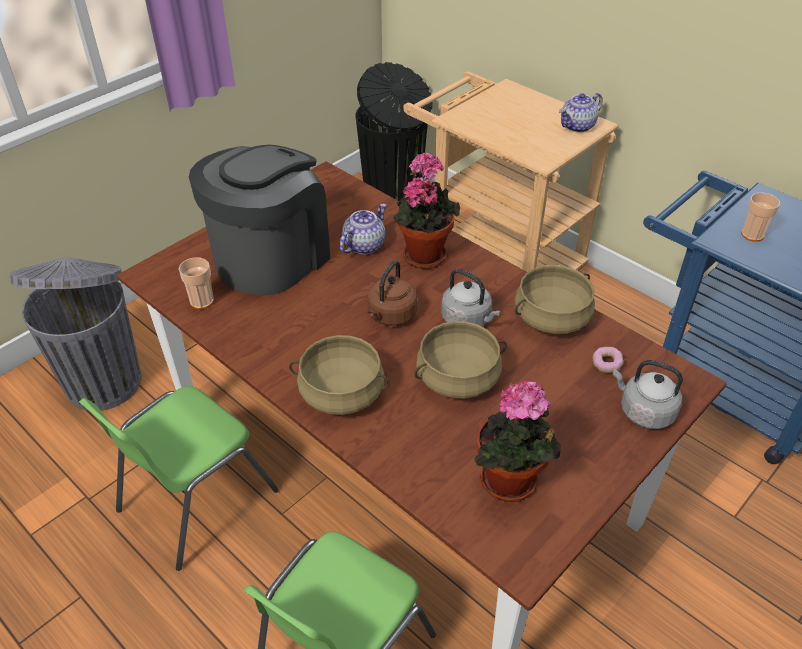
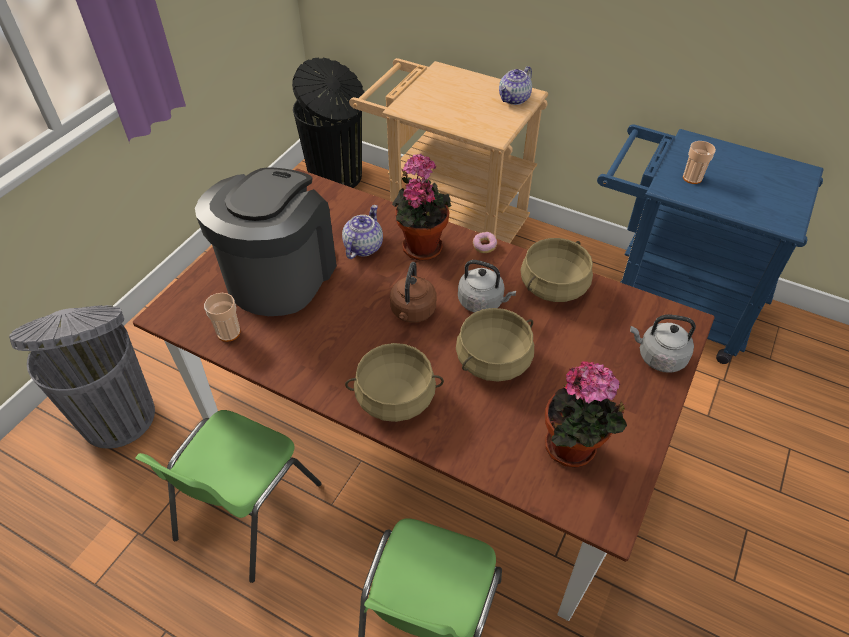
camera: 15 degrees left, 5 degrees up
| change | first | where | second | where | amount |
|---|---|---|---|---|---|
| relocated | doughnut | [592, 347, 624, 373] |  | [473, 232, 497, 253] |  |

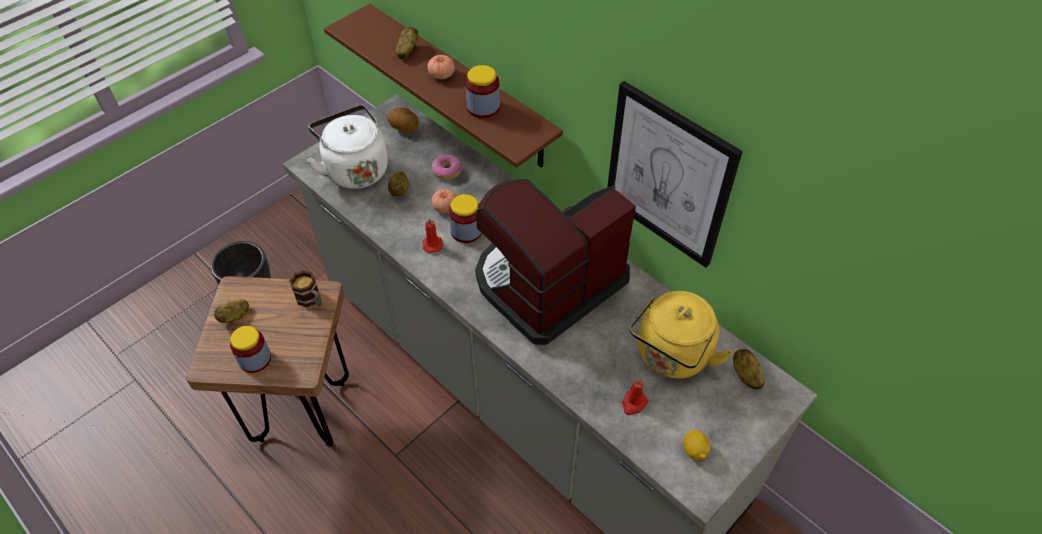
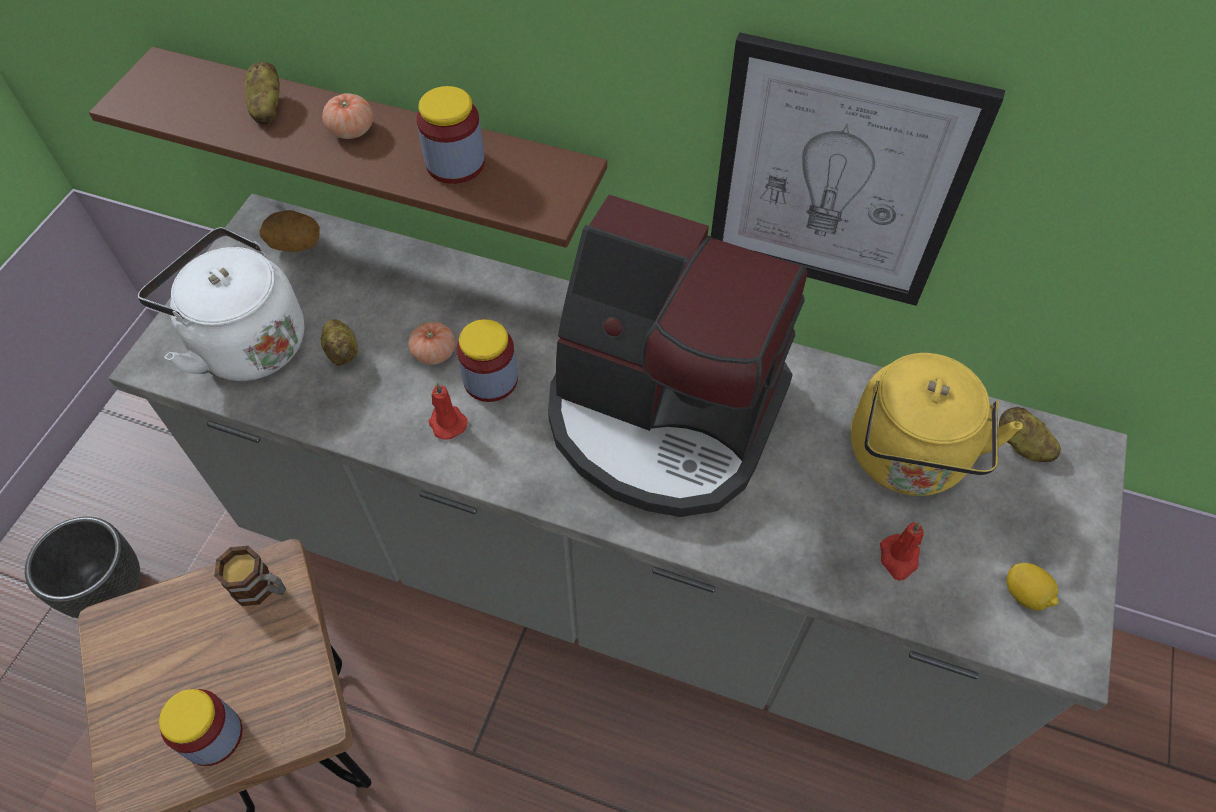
camera: 25 degrees left, 5 degrees up
| change | first | where | second | where | amount |
|---|---|---|---|---|---|
| missing | spud | [214, 299, 249, 323] |  |  |  |
| missing | doughnut | [431, 155, 462, 180] |  |  |  |
| spun | coffee_machine | [475, 179, 636, 345] |  | [548, 195, 807, 517] | 90 degrees counterclockwise |

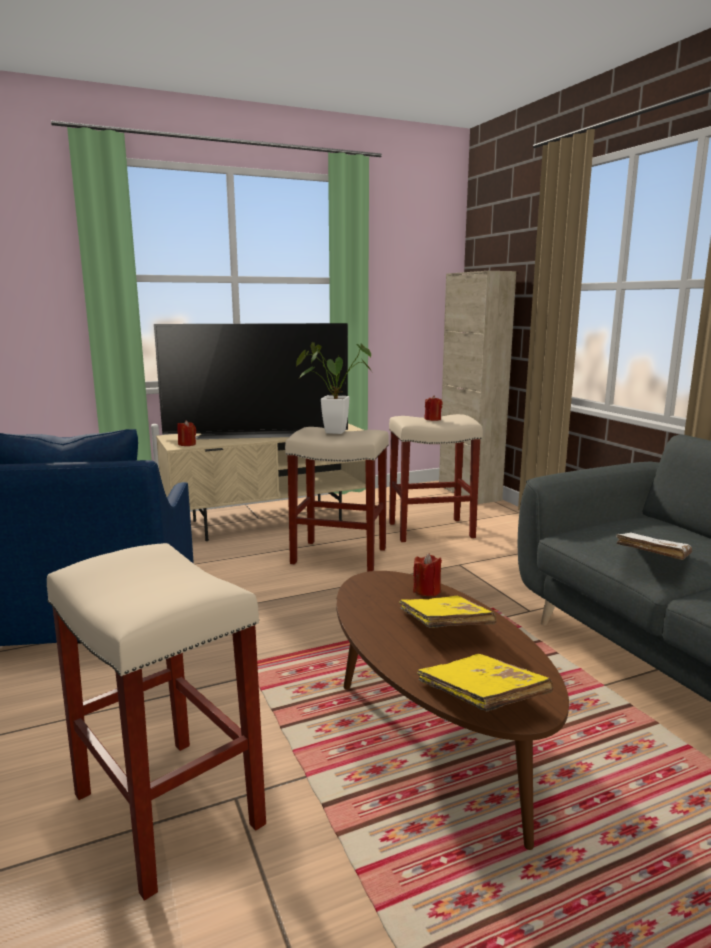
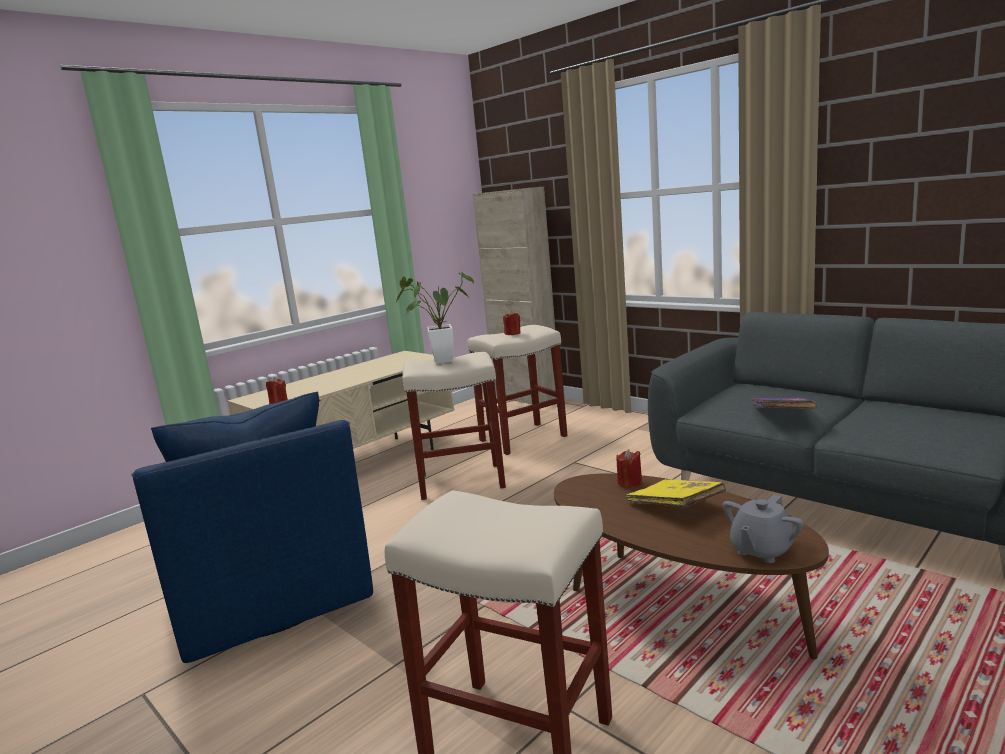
camera: 20 degrees left, 0 degrees up
| change | first | where | second | where | amount |
|---|---|---|---|---|---|
| missing | TV_set | [154, 323, 348, 439] |  |  |  |
| exchanged | yellow-coloured_bound_book | [417, 654, 553, 712] | grey_tea_pot | [722, 495, 804, 563] |  |
| colour | white_bound_book | [616, 533, 692, 560] | purple-coloured_bound_book | [751, 397, 817, 409] |  |

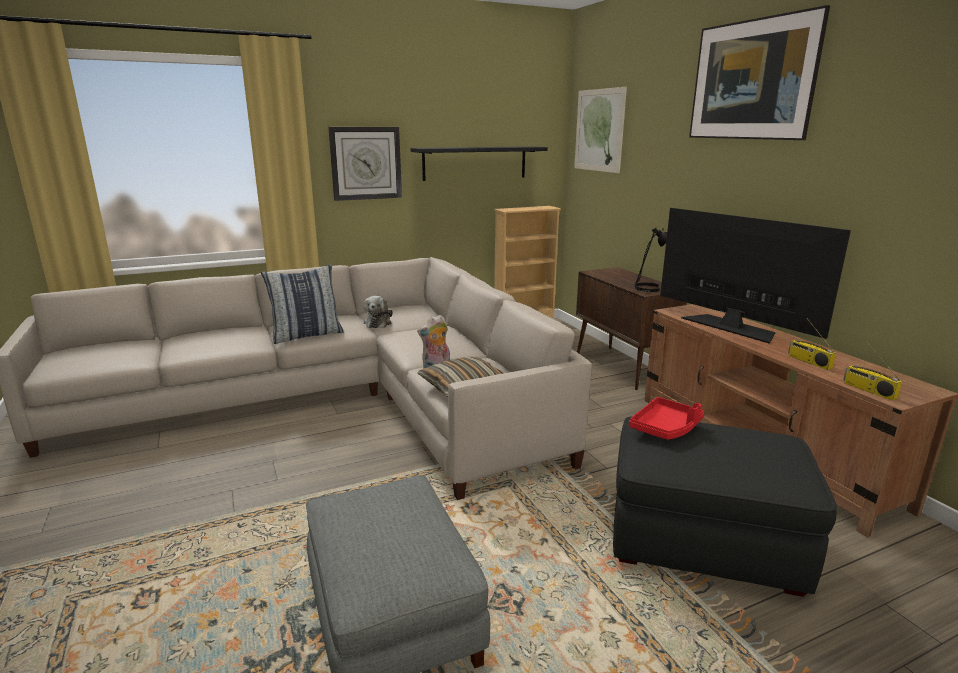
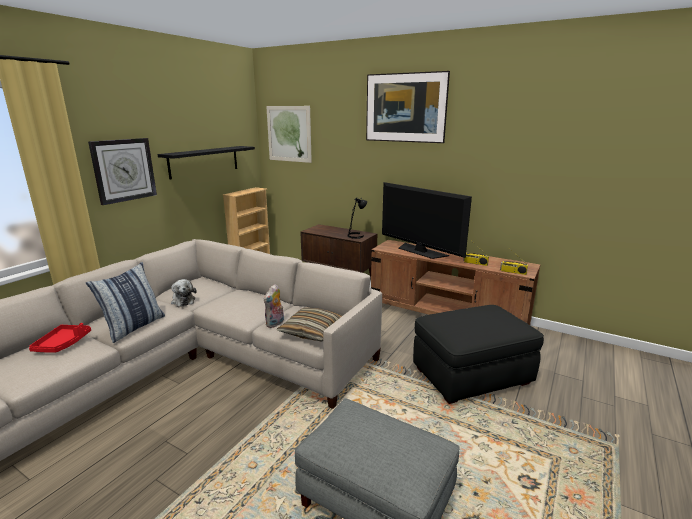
camera: 35 degrees left, 0 degrees up
| change | first | where | second | where | amount |
|---|---|---|---|---|---|
| relocated | red_serving_tray | [629, 397, 704, 440] |  | [29, 323, 91, 353] |  |
| spun | TV_set | [660, 208, 851, 344] |  | [382, 182, 472, 259] | 150 degrees counterclockwise |

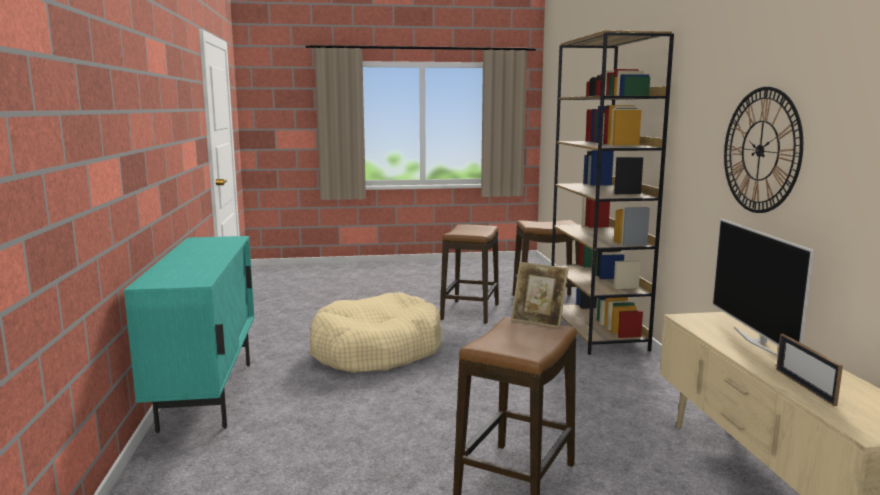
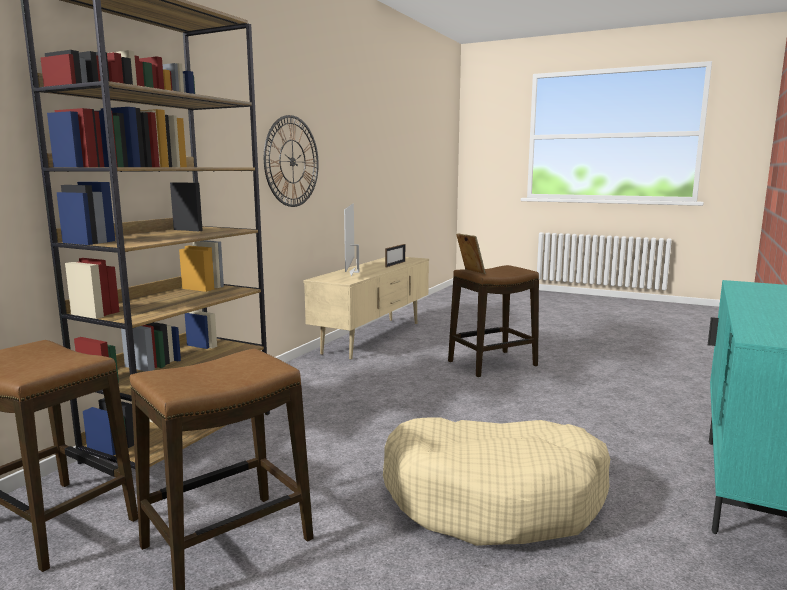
camera: 145 degrees left, 0 degrees up
| change | first | where | second | where | amount |
|---|---|---|---|---|---|
| spun | TV_set | [712, 219, 814, 357] |  | [344, 203, 359, 276] | 150 degrees clockwise |

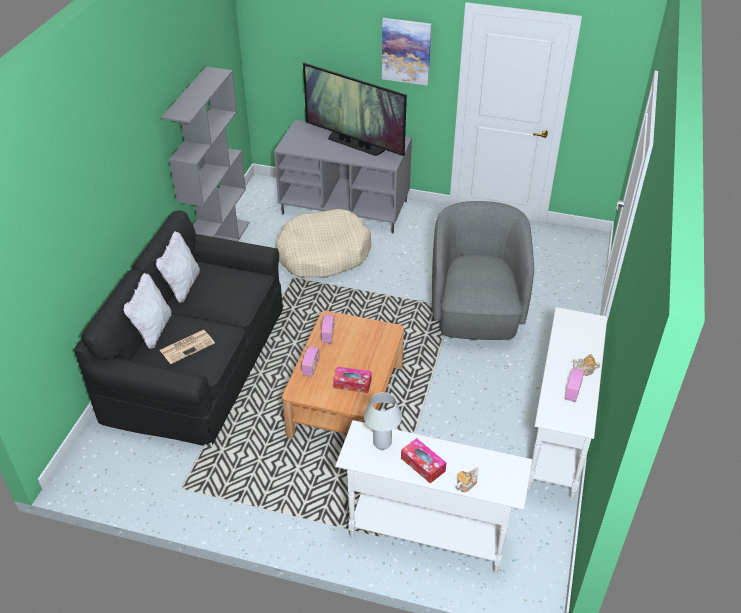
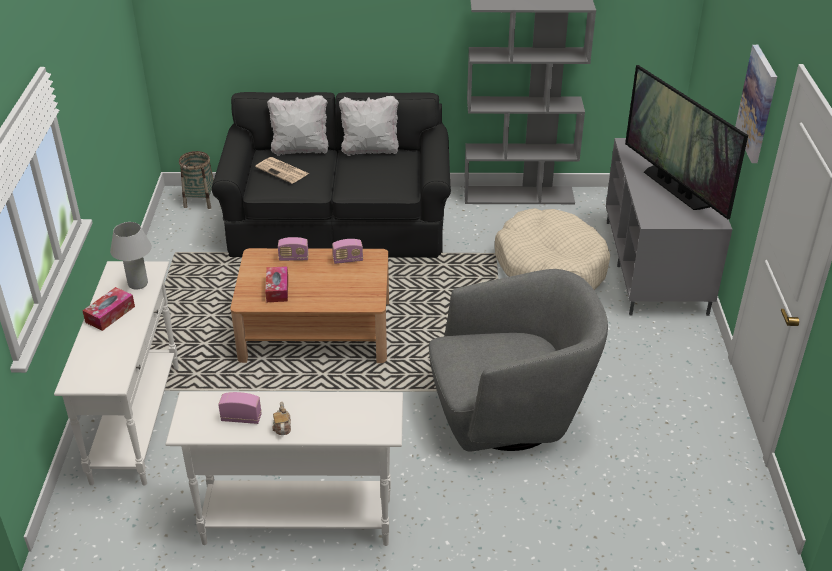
camera: 75 degrees right, 5 degrees down
| change | first | where | second | where | amount |
|---|---|---|---|---|---|
| spun | TV_set | [303, 63, 407, 156] |  | [625, 65, 748, 219] | 45 degrees counterclockwise |
| missing | tea_pot | [456, 467, 479, 492] |  |  |  |
| appeared |  |  | basket | [179, 151, 214, 209] |  |

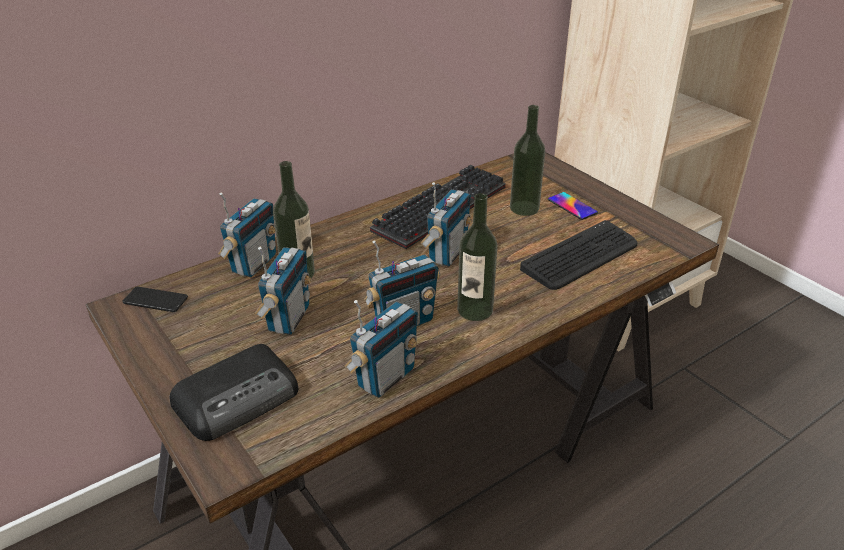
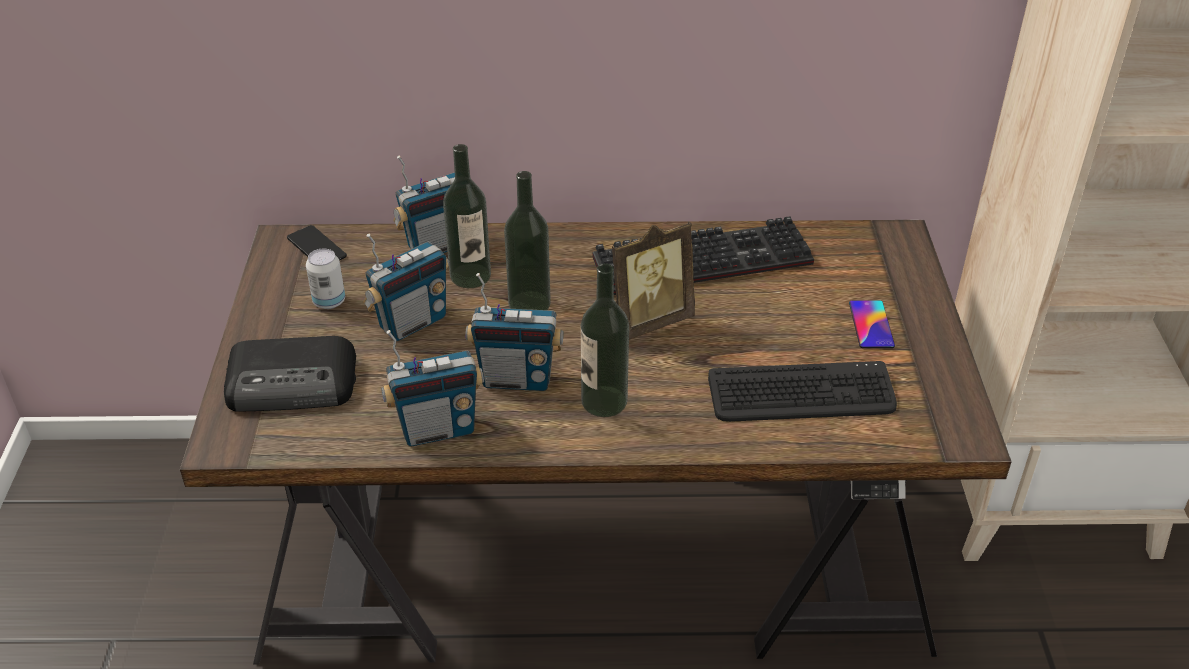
camera: 35 degrees right, 5 degrees up
| change | first | where | second | where | amount |
|---|---|---|---|---|---|
| exchanged | radio_receiver | [420, 182, 472, 267] | photo_frame | [612, 221, 695, 340] |  |
| relocated | drink_bottle | [510, 105, 545, 216] |  | [504, 171, 551, 310] |  |
| appeared |  |  | sealed_can | [306, 249, 345, 309] |  |

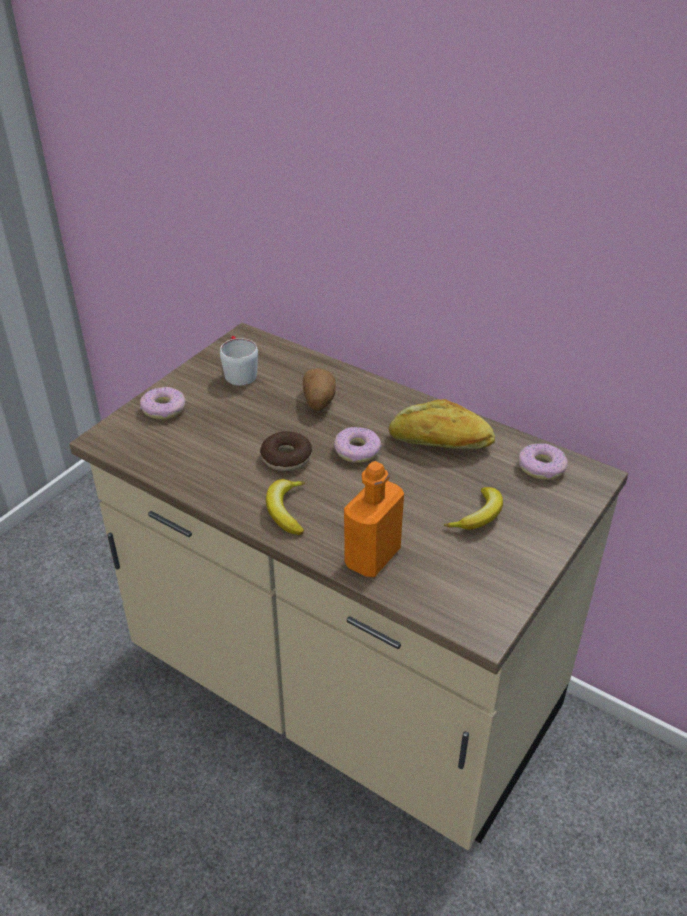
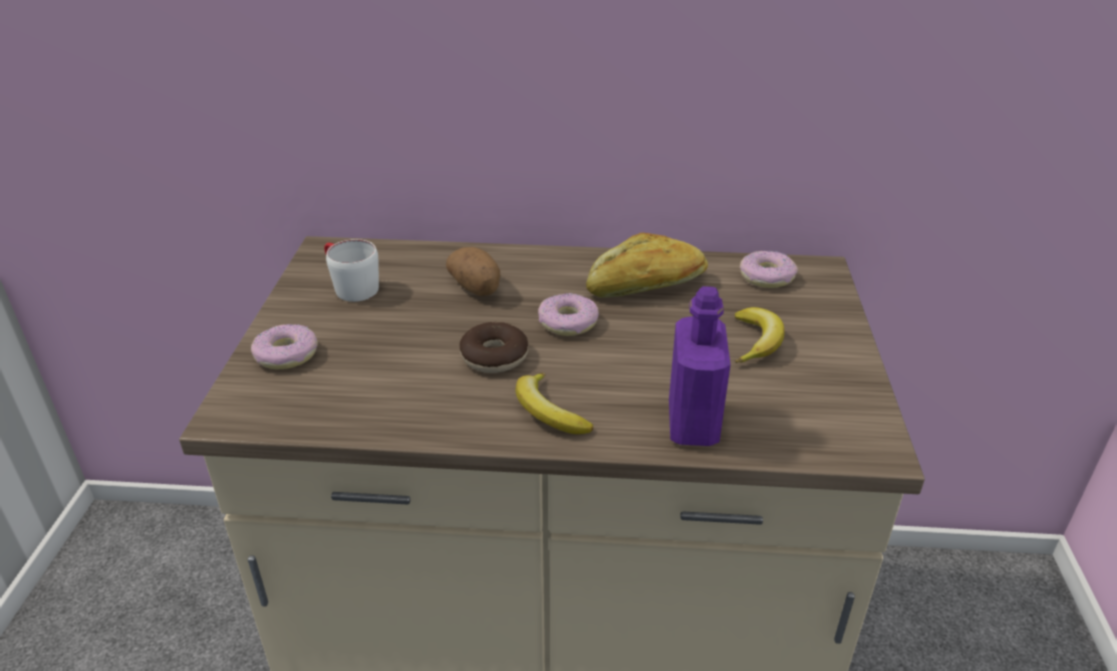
camera: 30 degrees left, 5 degrees down
| change | first | where | second | where | amount |
|---|---|---|---|---|---|
| colour | orange-coloured_drink_bottle | [344, 461, 404, 577] | purple-coloured_drink_bottle | [669, 286, 731, 446] |  |

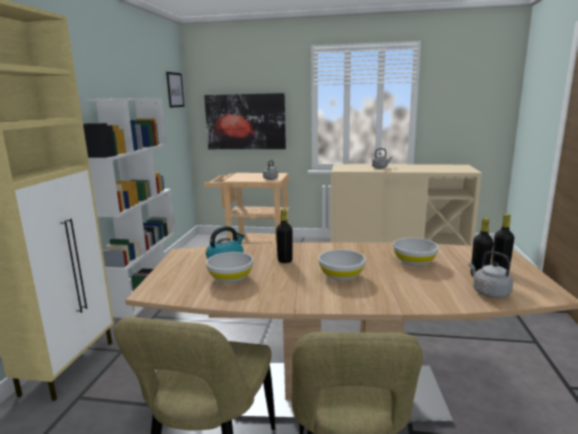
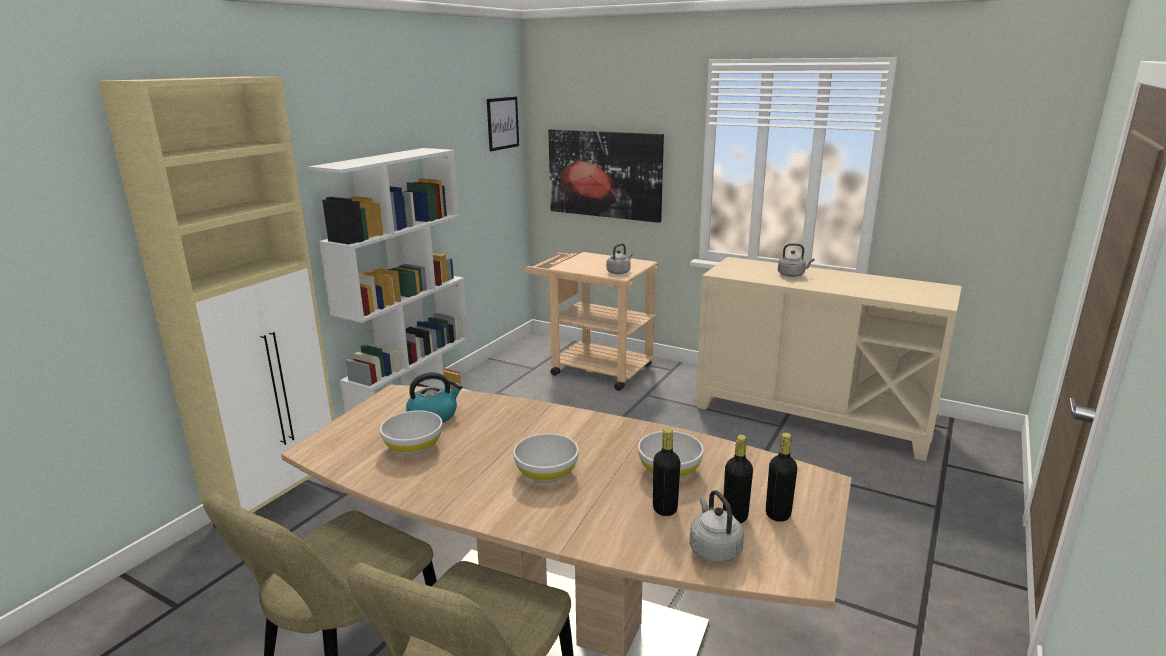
camera: 20 degrees right, 5 degrees up
| change | first | where | second | where | amount |
|---|---|---|---|---|---|
| relocated | black_drink_bottle | [276, 209, 293, 263] |  | [653, 428, 680, 516] |  |

